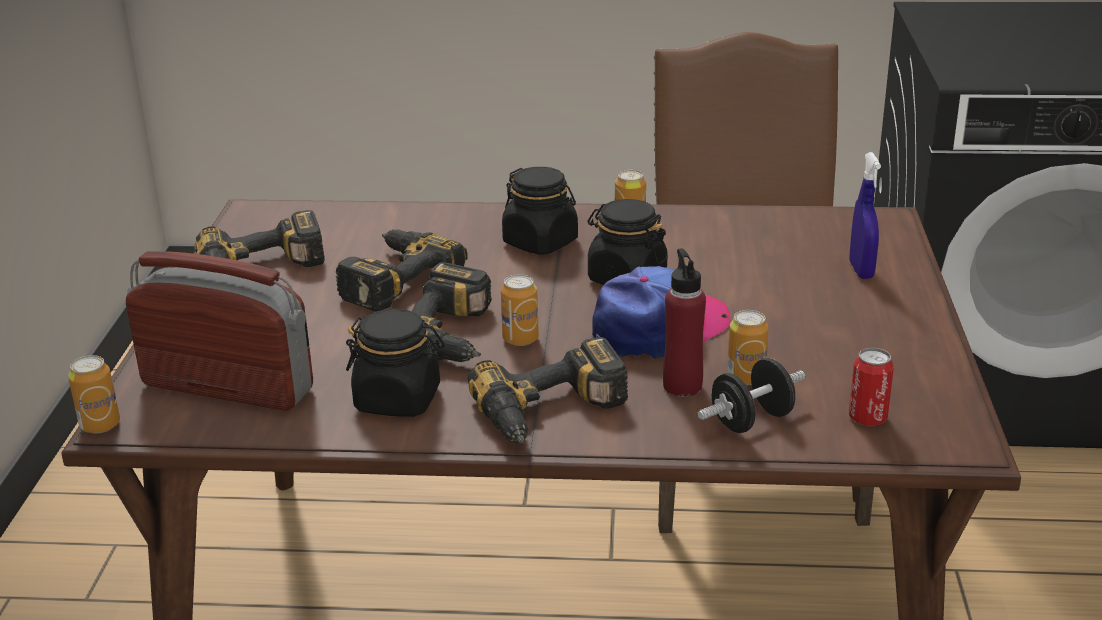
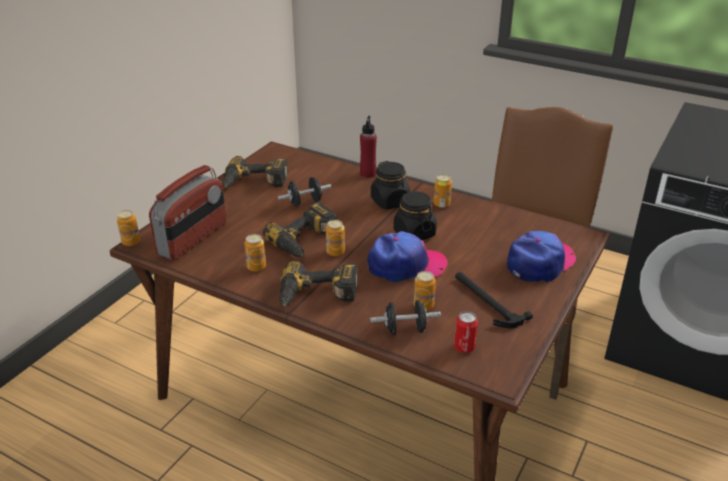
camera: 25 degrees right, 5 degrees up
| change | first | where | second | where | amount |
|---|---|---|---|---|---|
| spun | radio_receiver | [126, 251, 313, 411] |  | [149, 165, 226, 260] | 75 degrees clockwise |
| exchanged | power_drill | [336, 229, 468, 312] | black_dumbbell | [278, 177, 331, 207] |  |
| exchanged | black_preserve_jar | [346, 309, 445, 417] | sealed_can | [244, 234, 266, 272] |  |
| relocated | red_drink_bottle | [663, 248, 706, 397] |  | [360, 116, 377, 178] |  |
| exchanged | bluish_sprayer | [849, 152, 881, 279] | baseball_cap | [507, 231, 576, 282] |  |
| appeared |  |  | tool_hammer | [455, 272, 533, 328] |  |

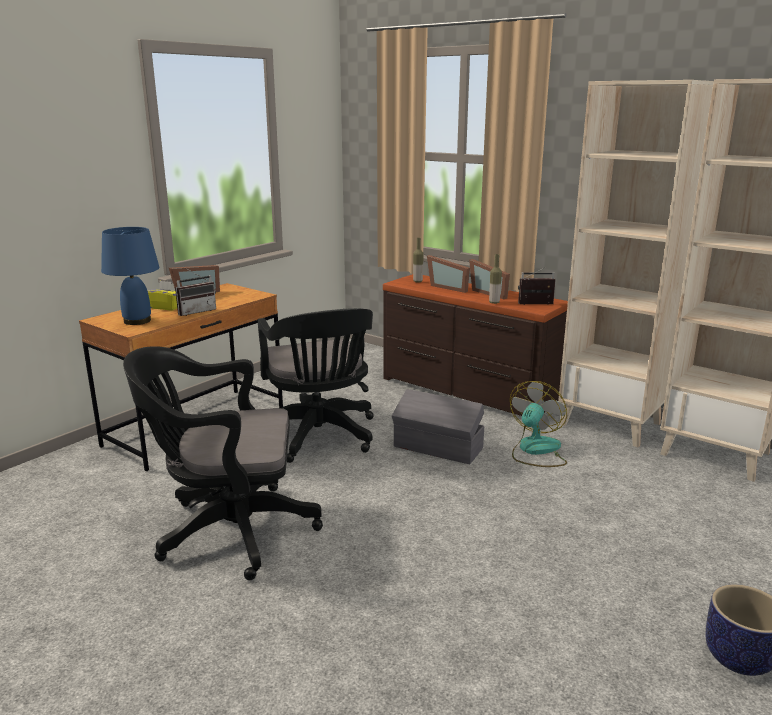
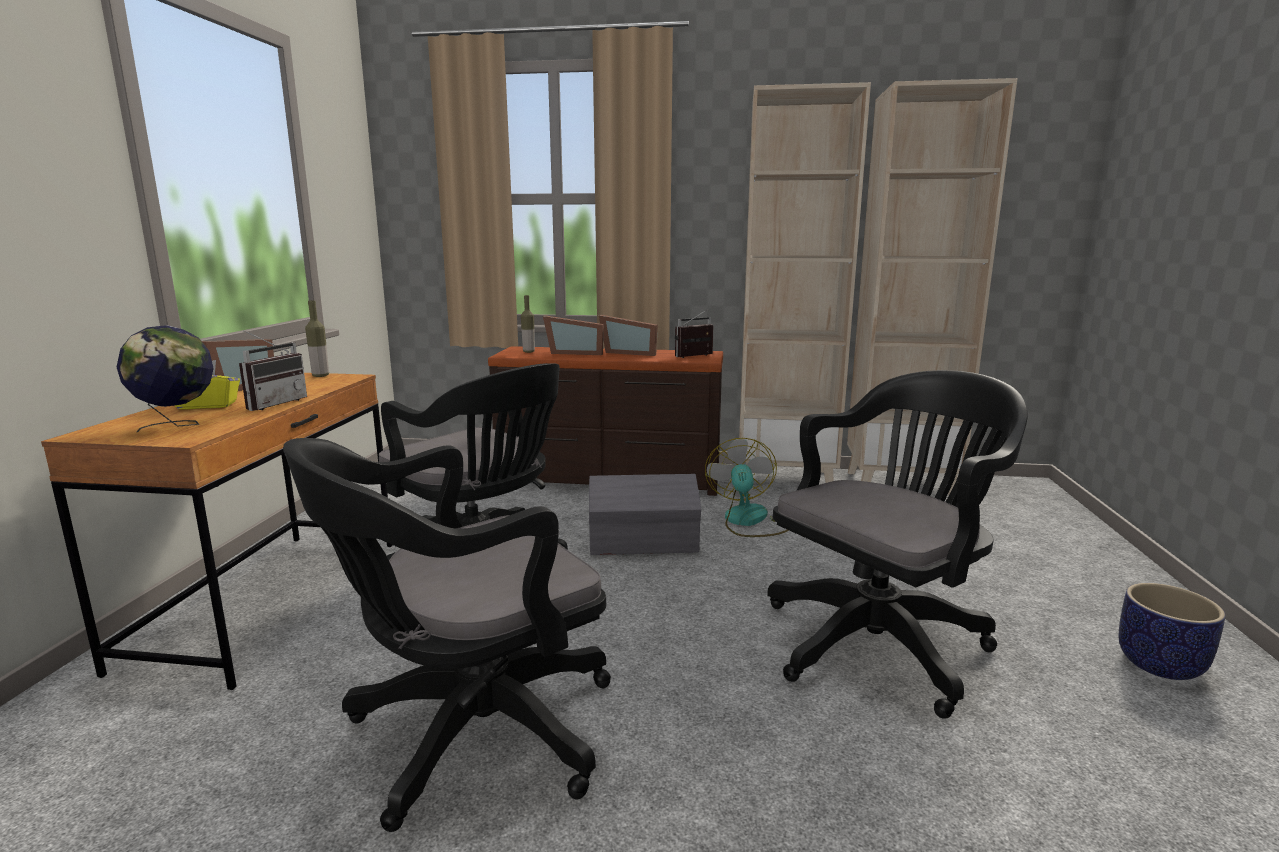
camera: 30 degrees left, 5 degrees down
| change | first | where | second | where | amount |
|---|---|---|---|---|---|
| exchanged | bluish_lamp_for_a_table | [101, 227, 159, 325] | globe | [117, 325, 214, 432] |  |
| relocated | drink_bottle | [489, 254, 502, 304] |  | [305, 300, 329, 377] |  |
| appeared |  |  | black_computer_chair | [767, 370, 1028, 719] |  |

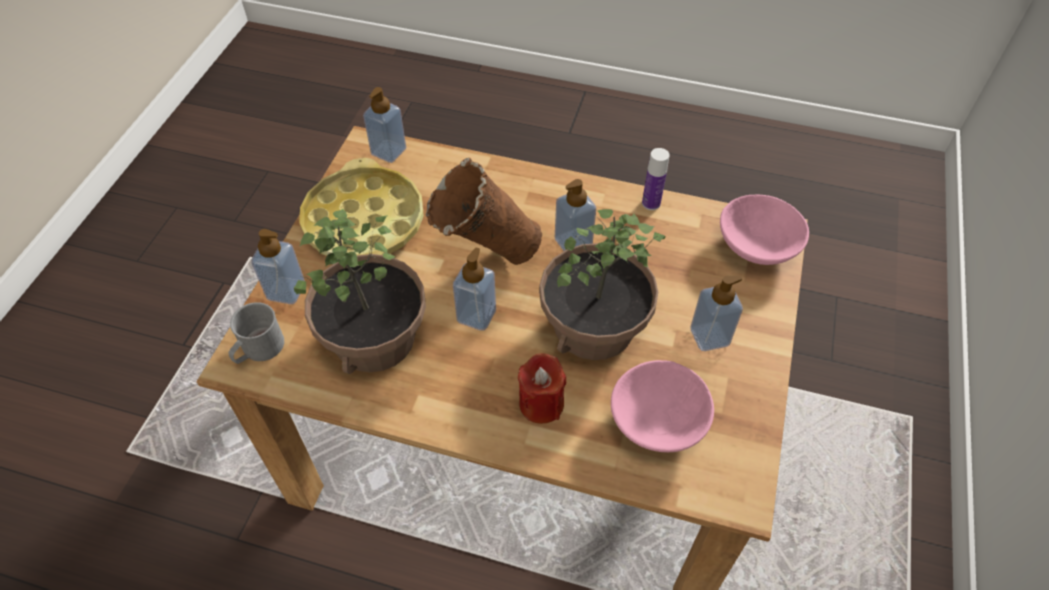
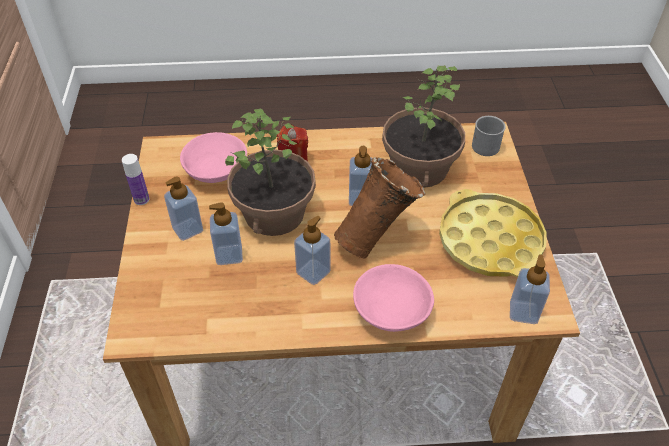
camera: 160 degrees right, 5 degrees down
| change | first | where | second | where | amount |
|---|---|---|---|---|---|
| relocated | soap_bottle | [251, 229, 305, 304] |  | [209, 202, 243, 265] |  |
| relocated | drink_bottle | [642, 148, 670, 210] |  | [122, 154, 150, 205] |  |
| relocated | pink_bowl | [720, 195, 809, 265] |  | [353, 264, 434, 332] |  |

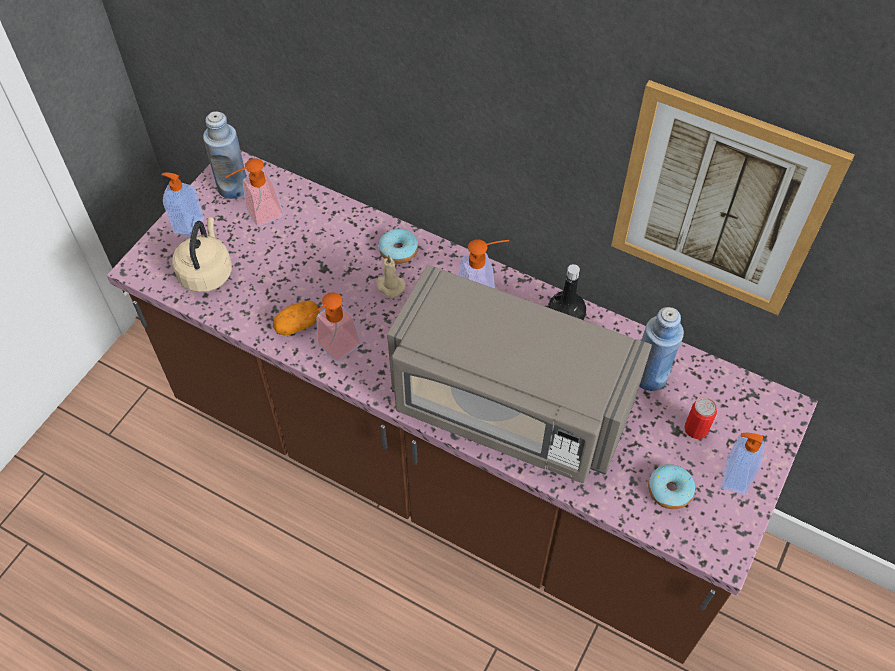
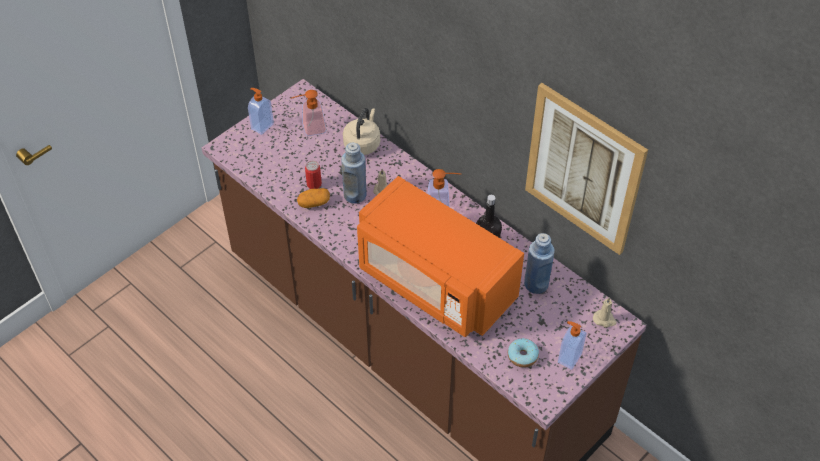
camera: 15 degrees right, 5 degrees down
| change | first | where | second | where | amount |
|---|---|---|---|---|---|
| relocated | beige_tea_kettle | [172, 217, 232, 292] |  | [343, 108, 380, 155] |  |
| relocated | bluish_drink_bottle | [203, 111, 246, 199] |  | [341, 143, 367, 204] |  |
| missing | soap_bottle | [304, 292, 361, 361] |  |  |  |
| missing | doughnut | [378, 229, 418, 264] |  |  |  |
| colour | grey_microwave_oven | [387, 265, 652, 483] | orange-coloured_microwave_oven | [357, 176, 524, 337] |  |
| relocated | sealed_can | [684, 397, 717, 439] |  | [305, 161, 322, 189] |  |
| appeared |  |  | beige_wax_candle | [593, 297, 617, 327] |  |

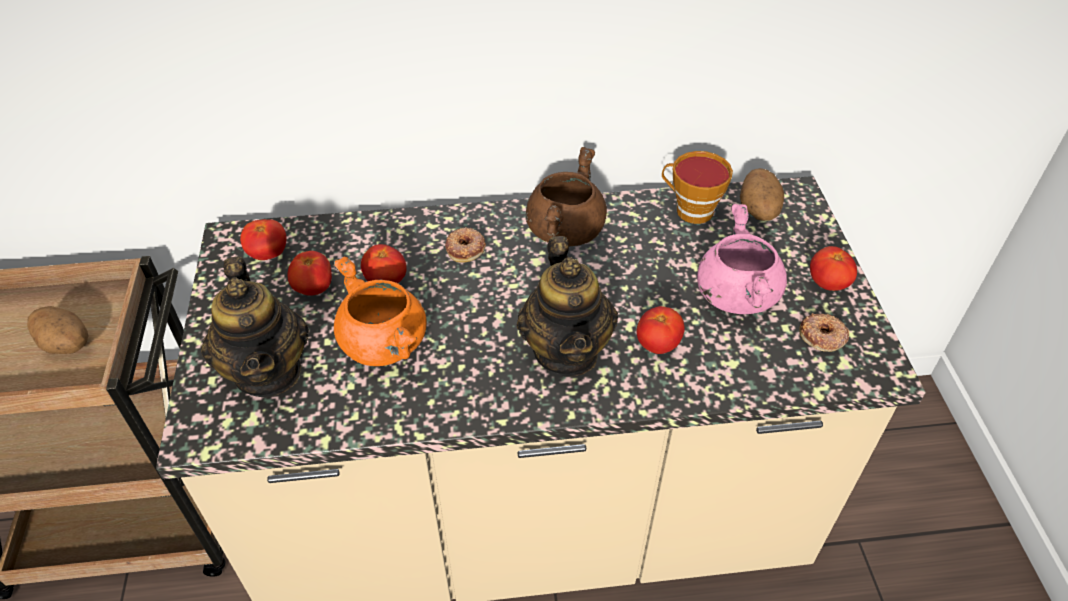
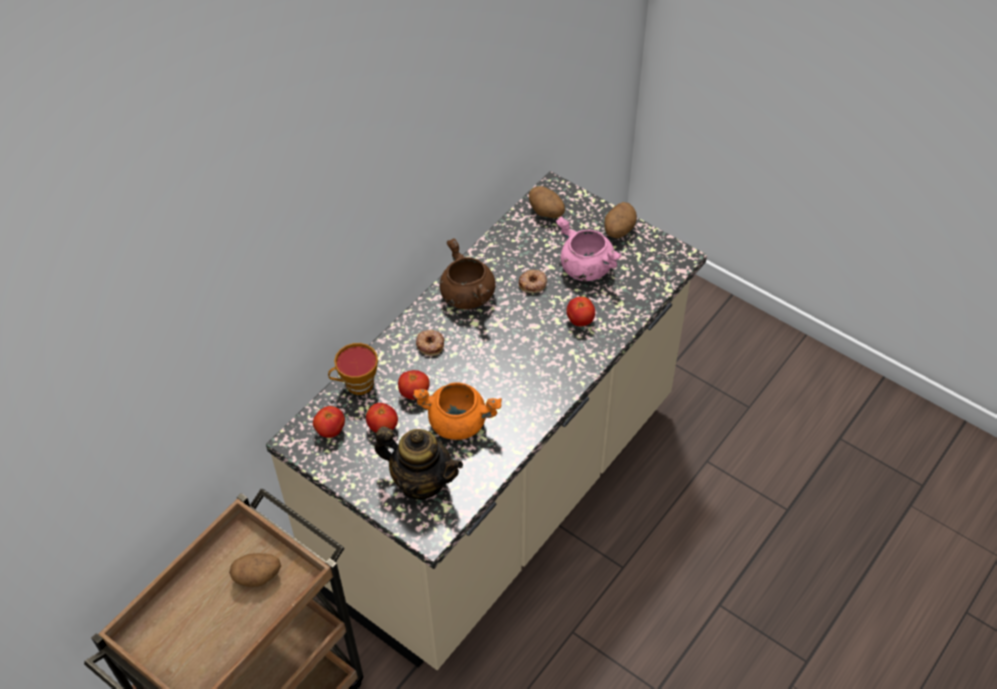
camera: 45 degrees left, 5 degrees up
| change | first | where | second | where | amount |
|---|---|---|---|---|---|
| missing | tea_pot | [517, 236, 618, 377] |  |  |  |
| relocated | drinking_cup | [662, 151, 733, 224] |  | [328, 343, 378, 395] |  |
| relocated | doughnut | [799, 313, 849, 352] |  | [519, 269, 547, 293] |  |
| exchanged | tomato | [810, 246, 857, 291] | spud | [604, 202, 637, 238] |  |

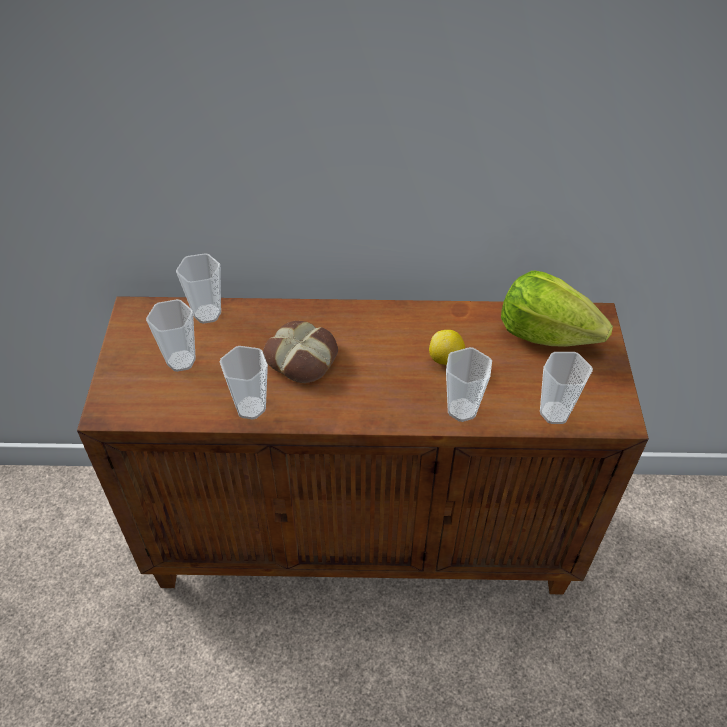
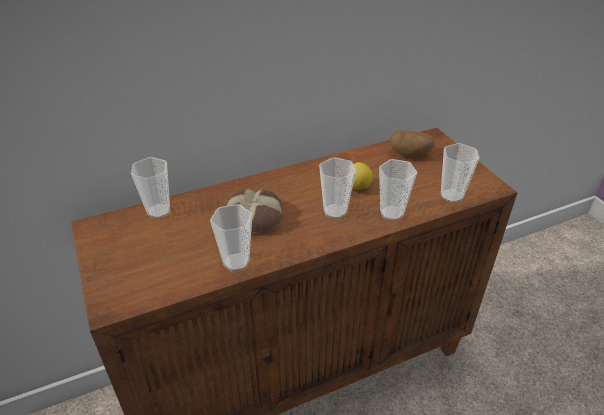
camera: 25 degrees left, 10 degrees down
| change | first | where | second | where | amount |
|---|---|---|---|---|---|
| relocated | drinking_cup | [146, 299, 196, 372] |  | [319, 157, 356, 219] |  |
| exchanged | lettuce | [501, 271, 613, 347] | spud | [390, 130, 435, 157] |  |

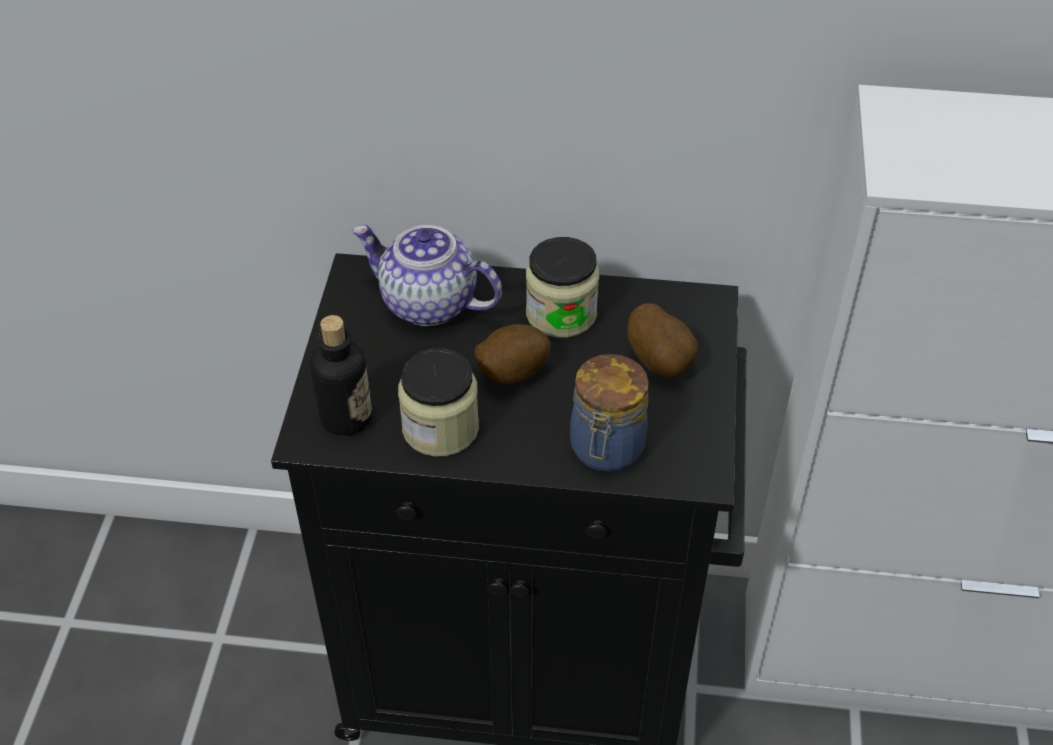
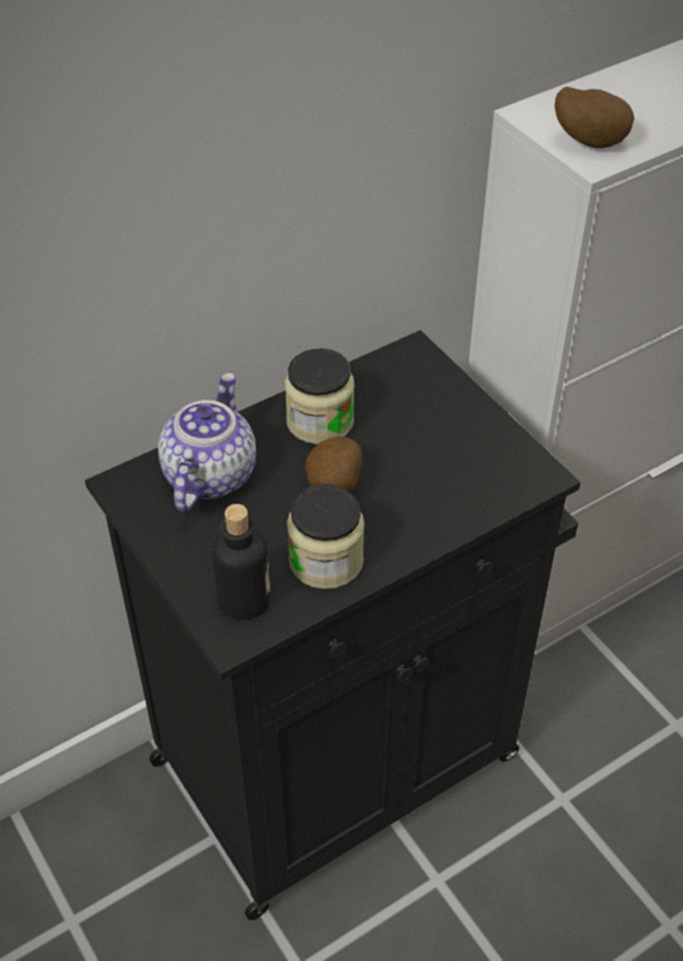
camera: 40 degrees left, 0 degrees up
| change | first | where | second | where | amount |
|---|---|---|---|---|---|
| spun | tea_pot | [352, 225, 502, 326] |  | [158, 372, 256, 511] | 120 degrees clockwise |
| missing | preserve_jar | [570, 354, 649, 472] |  |  |  |
| relocated | spud | [627, 303, 698, 378] |  | [555, 87, 634, 148] |  |

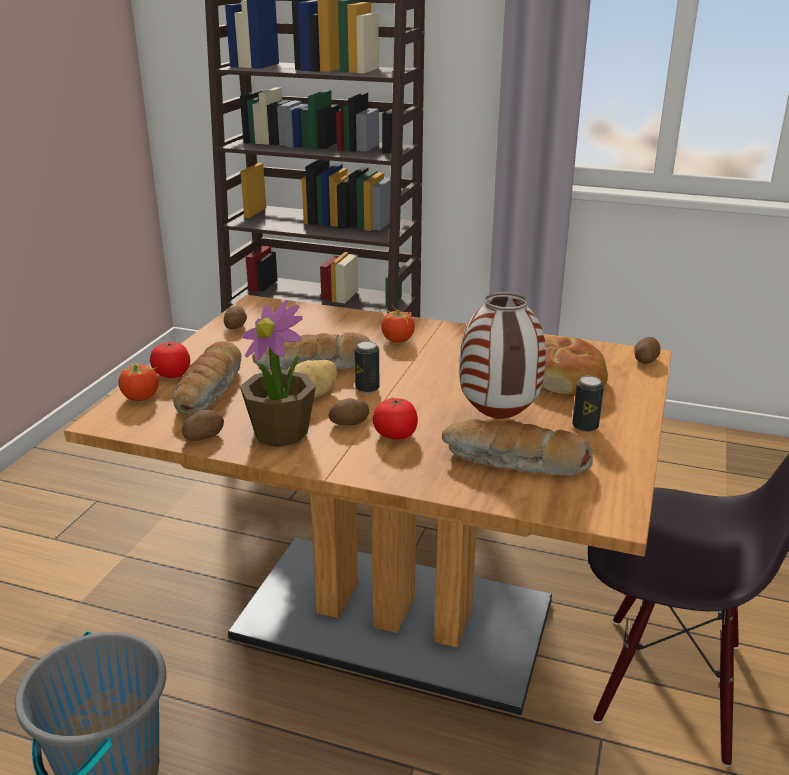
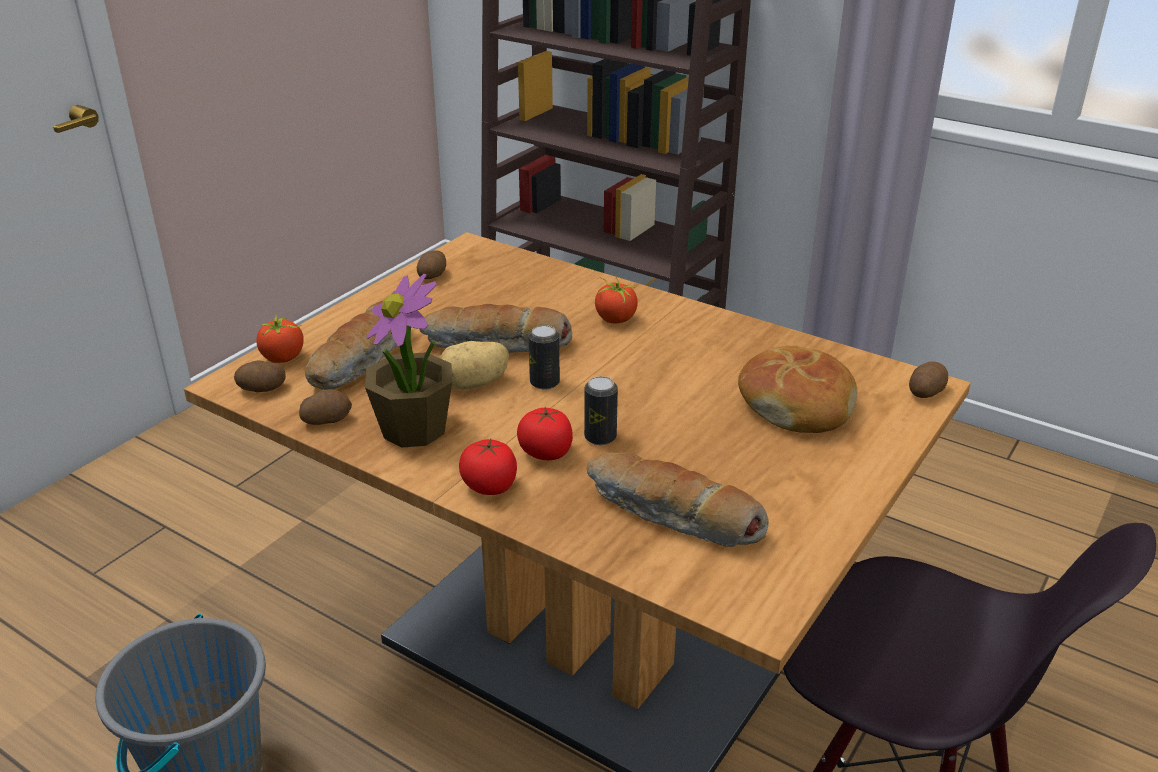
camera: 15 degrees right, 5 degrees up
| change | first | where | second | where | amount |
|---|---|---|---|---|---|
| relocated | tomato | [150, 341, 190, 378] |  | [459, 438, 517, 495] |  |
| relocated | spud | [328, 398, 369, 426] |  | [234, 360, 286, 392] |  |
| missing | flower_vase | [459, 292, 546, 419] |  |  |  |
| relocated | sealed_can | [572, 376, 604, 432] |  | [584, 376, 618, 445] |  |

